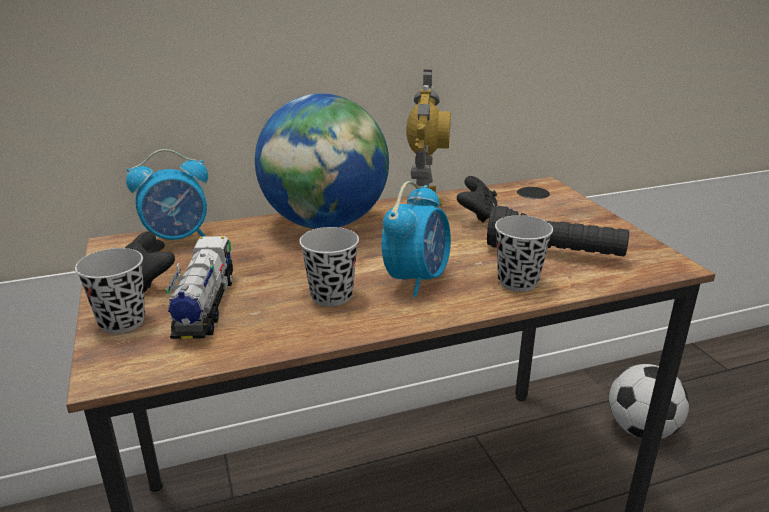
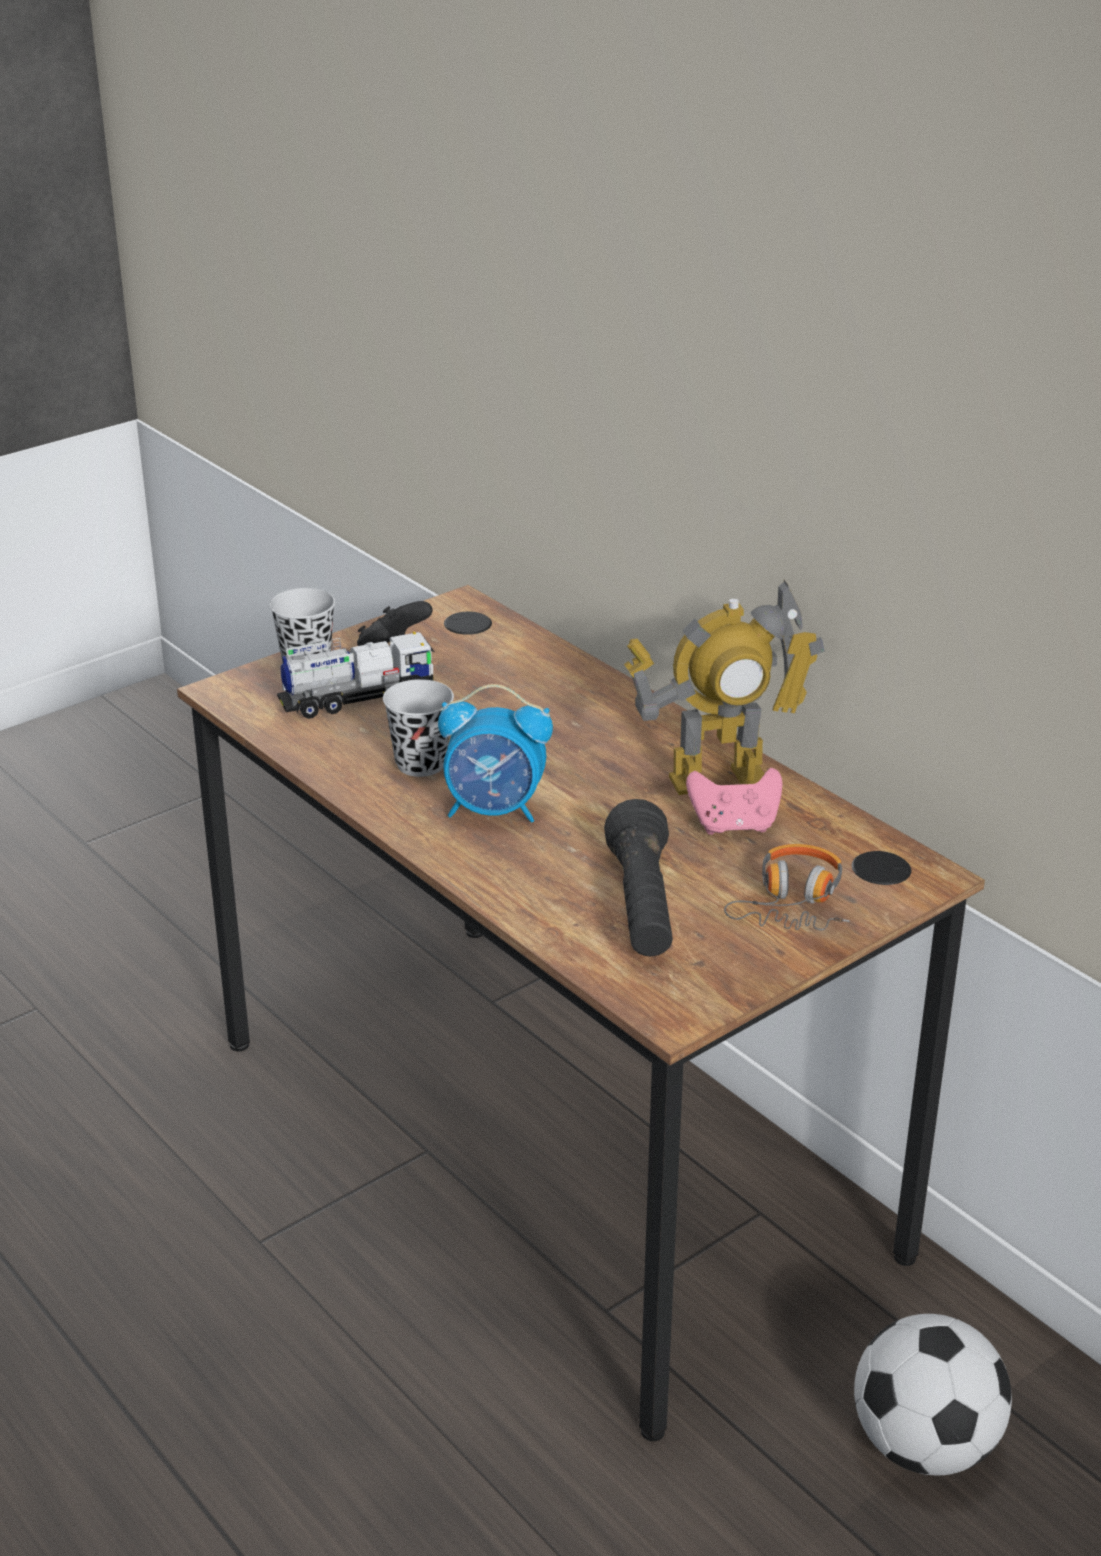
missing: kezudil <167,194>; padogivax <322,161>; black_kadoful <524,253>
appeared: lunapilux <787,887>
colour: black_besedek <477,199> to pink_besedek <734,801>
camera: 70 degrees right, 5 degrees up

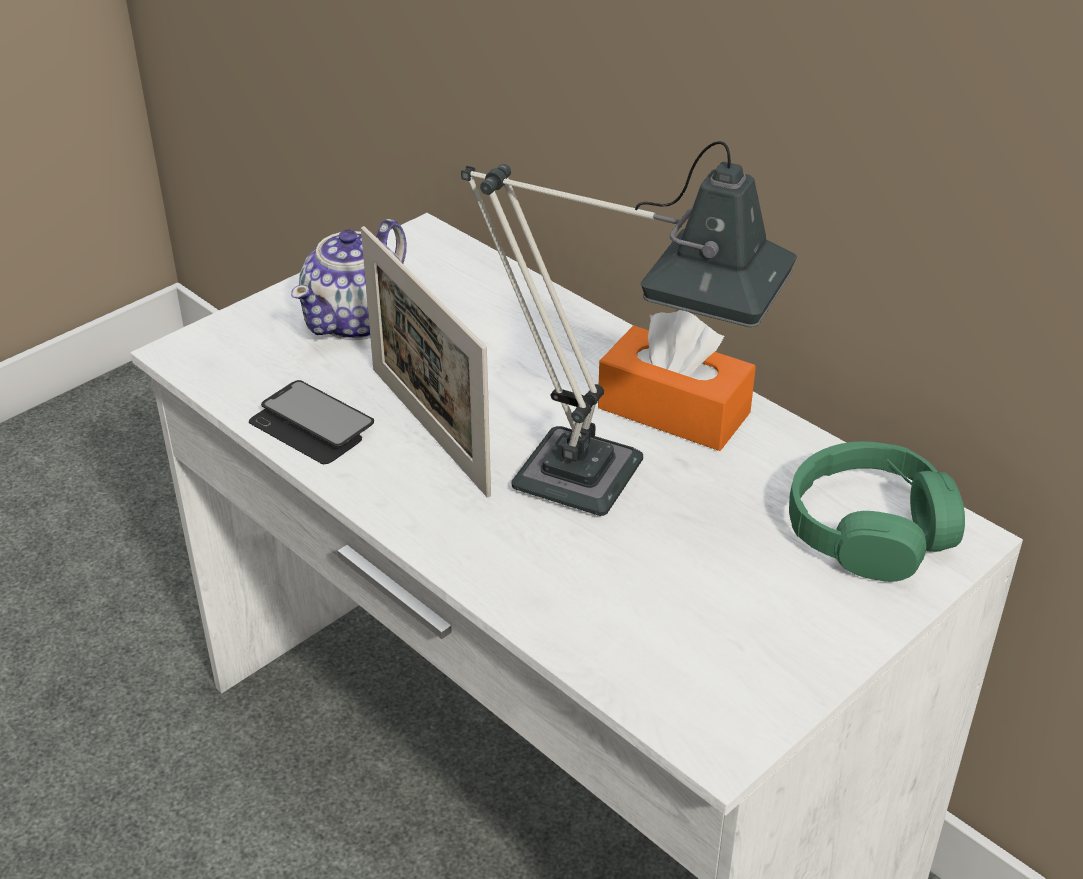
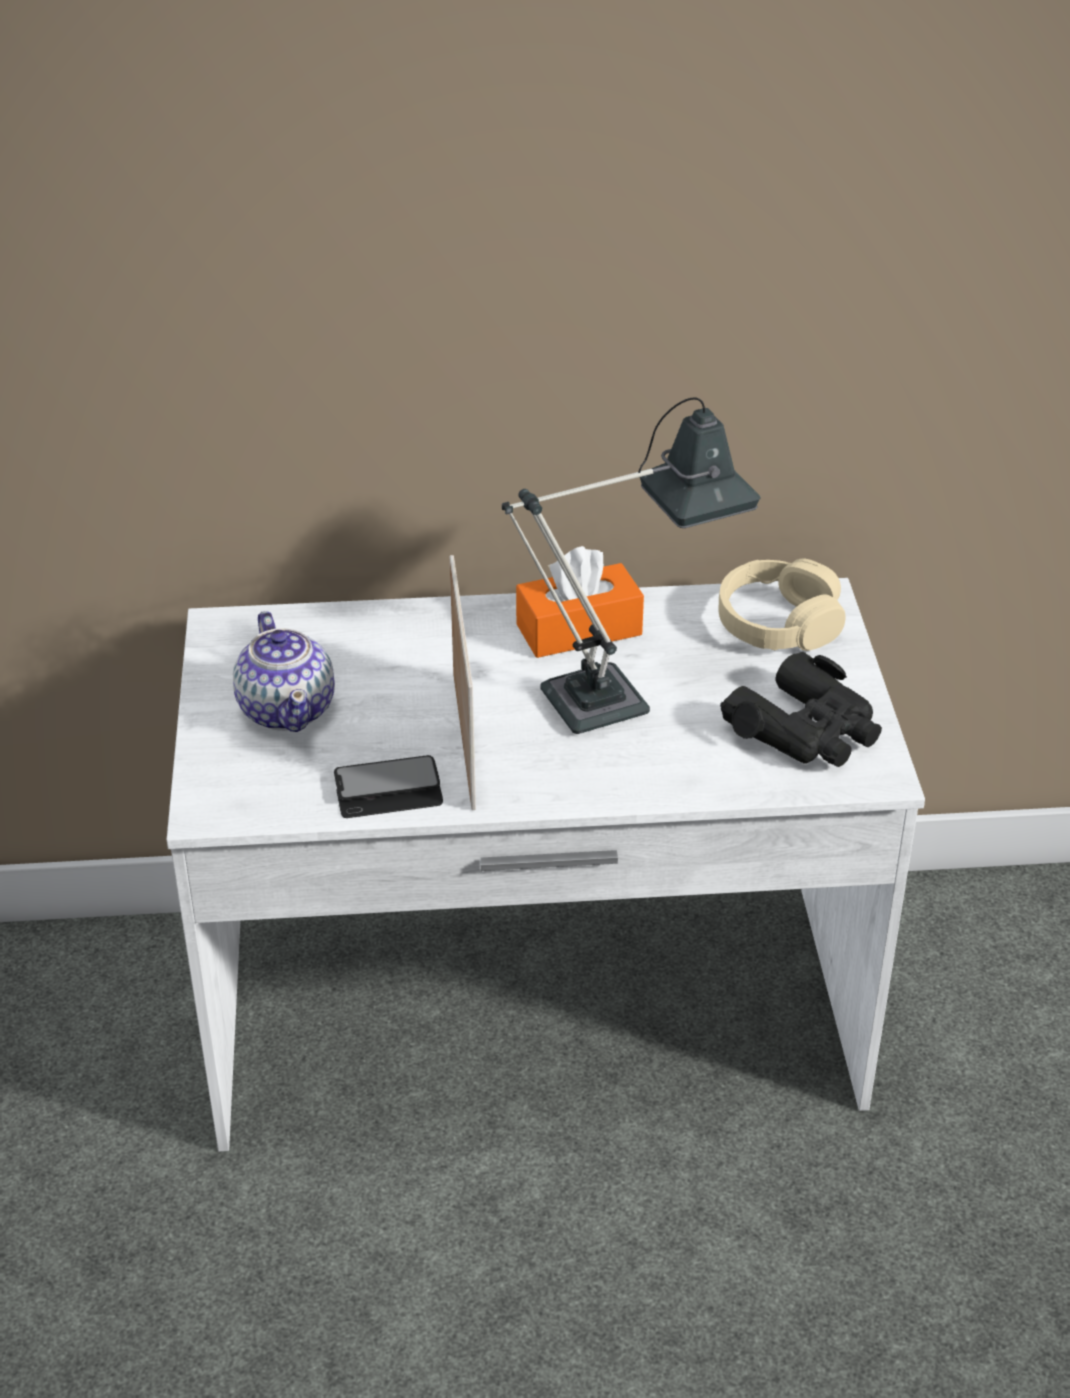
appeared: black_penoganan <801,709>
colour: green_lunapilux <877,511> to beige_lunapilux <782,605>
spun: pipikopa <426,362> = <462,682> 105 degrees counterclockwise
camera: 50 degrees left, 0 degrees up

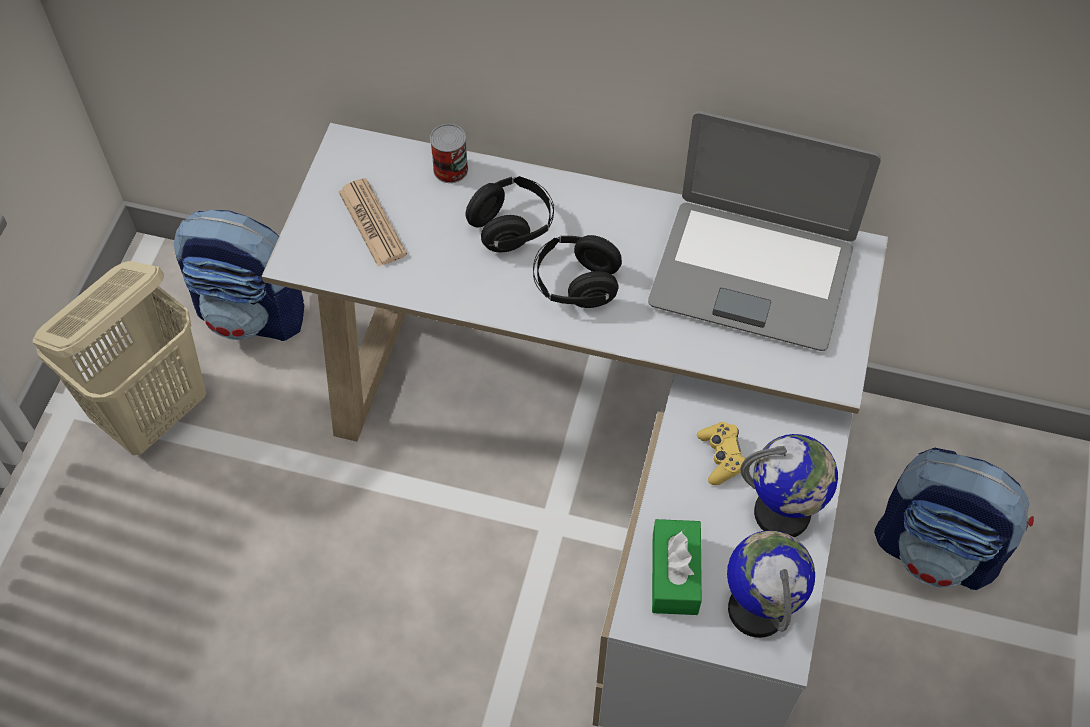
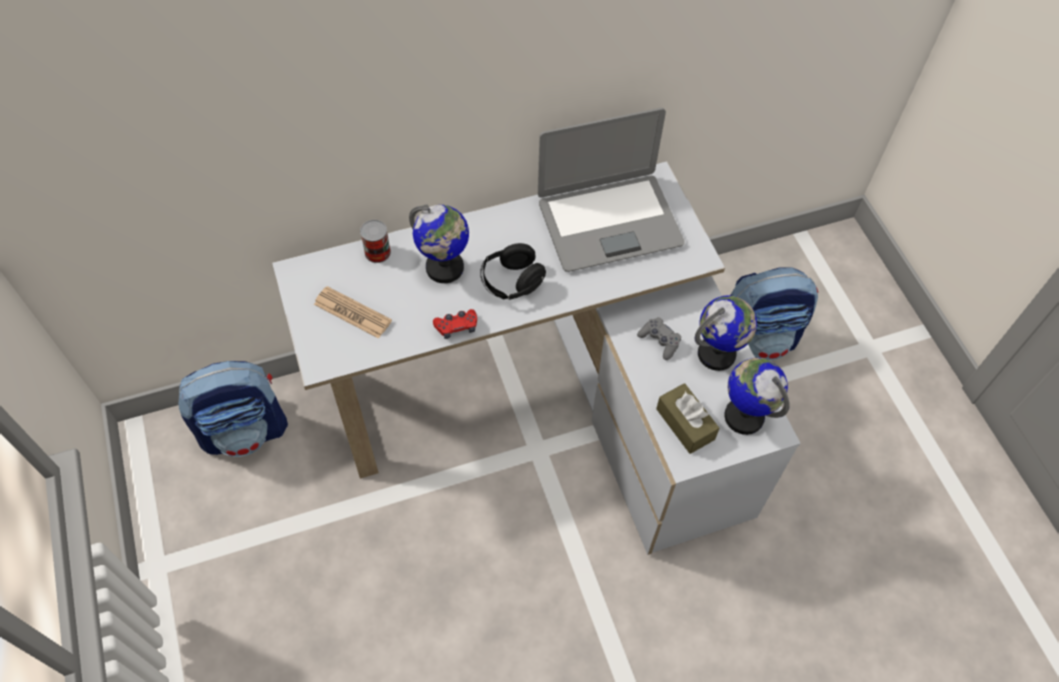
missing: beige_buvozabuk <119,358>
appeared: red_besedek <455,324>
exchanged: black_lunapilux <509,214> to padogivax <439,244>
colour: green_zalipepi <677,567> to brown_zalipepi <687,418>; yellow_besedek <721,453> to grey_besedek <659,338>
camera: 35 degrees left, 0 degrees up

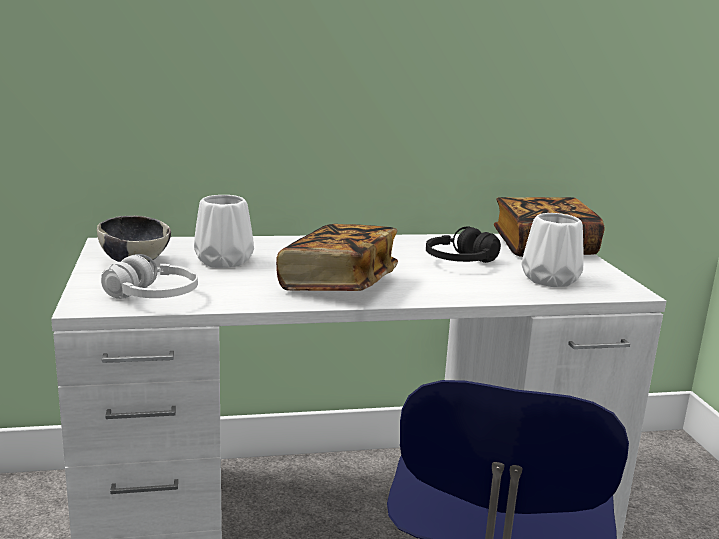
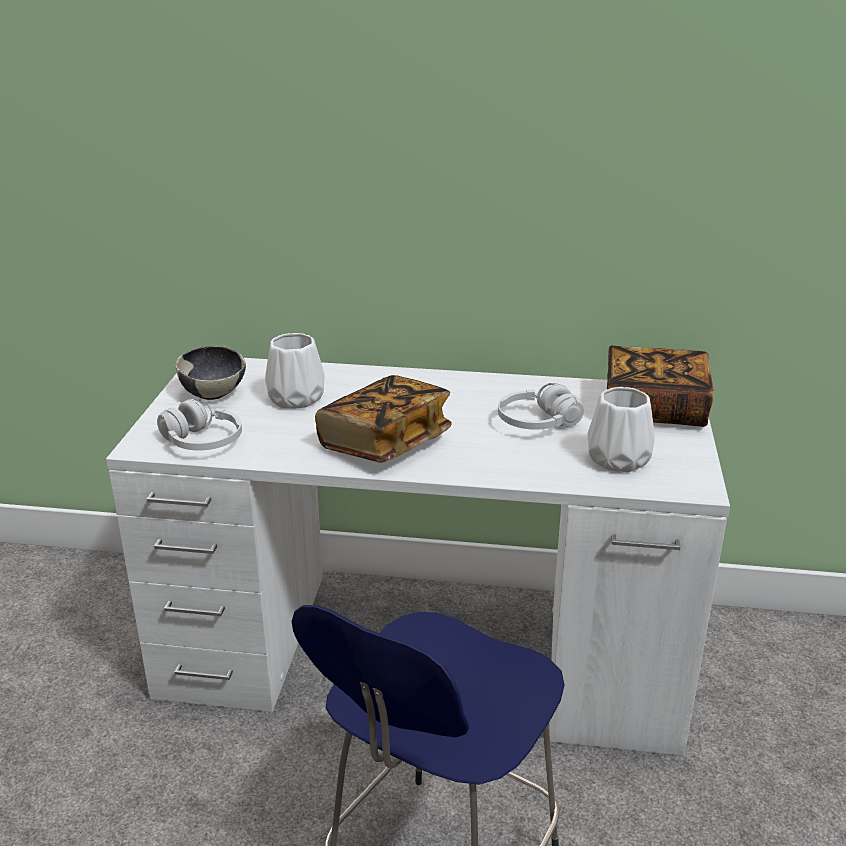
colour: black_lunapilux <463,244> to white_lunapilux <541,406>
camera: 20 degrees right, 10 degrees up

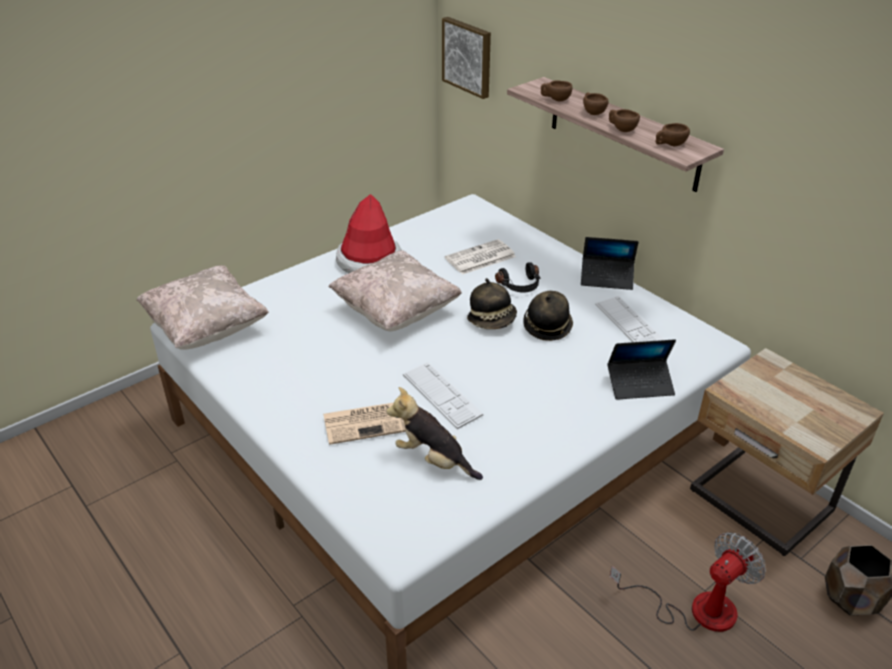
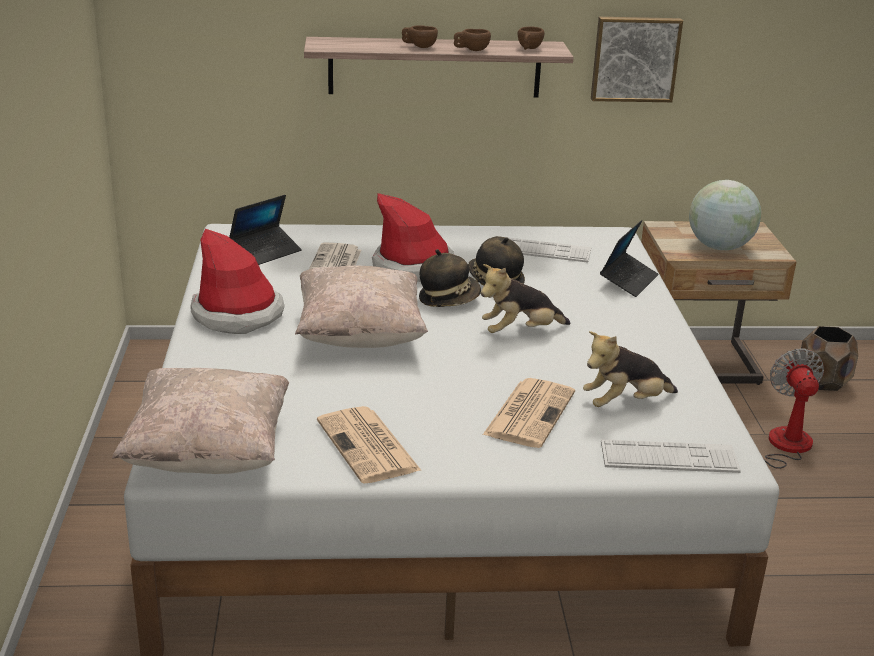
missing: brown_kadoful <556,90>
appeared: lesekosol <369,445>; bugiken <526,298>; padogivax <725,215>
relocated: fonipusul <443,395> to <671,456>; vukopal <466,58> to <637,59>; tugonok <610,263> to <265,230>
exchanged: black_lunapilux <518,277> to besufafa <413,237>
camera: 55 degrees left, 10 degrees down

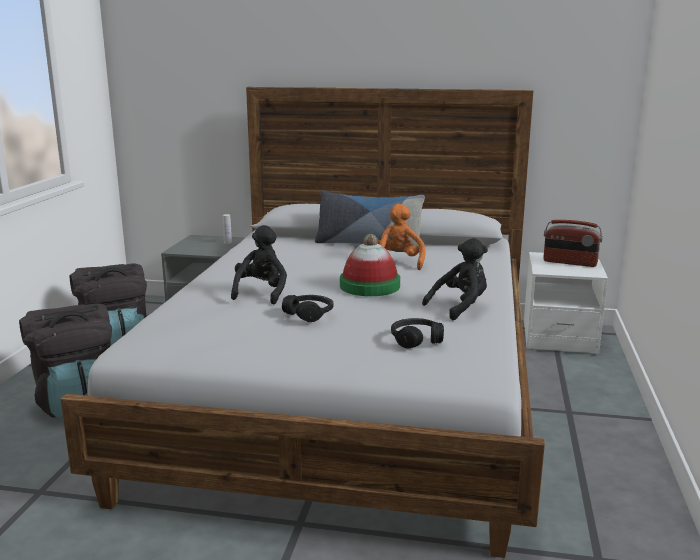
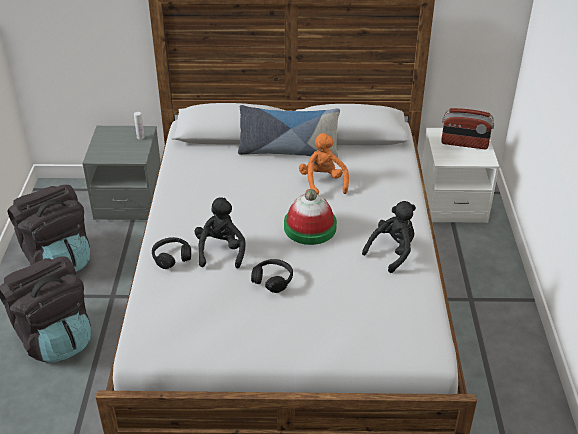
relocated: black_lunapilux <417,333> to <171,253>
camera: 10 degrees left, 20 degrees up

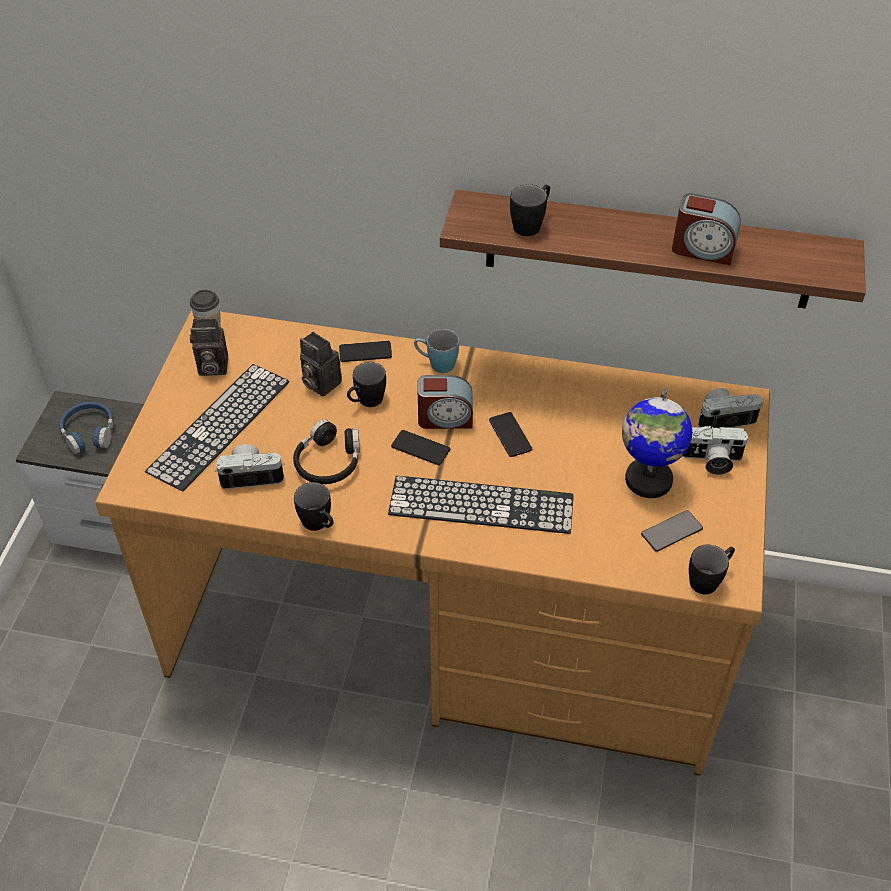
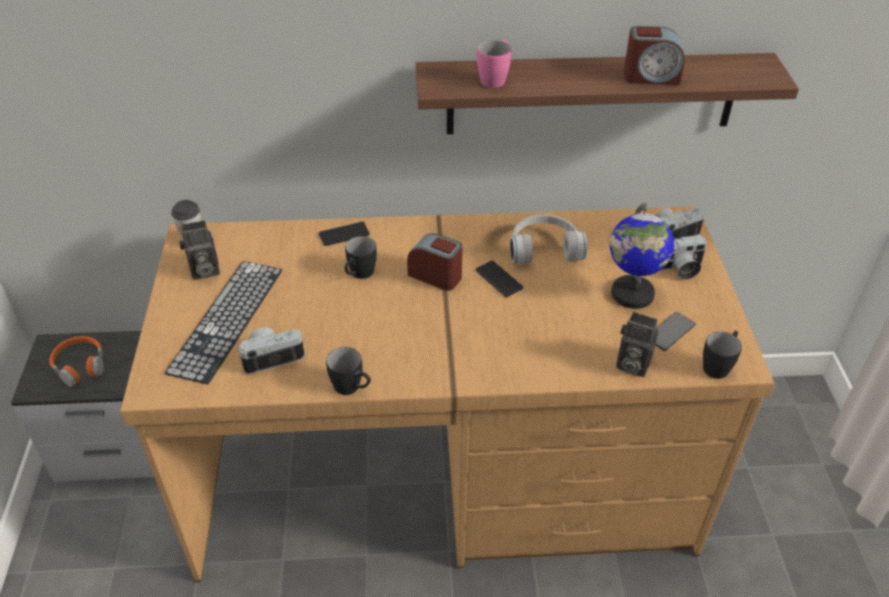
missing: black_lunapilux <326,451>; fonipusul <481,505>; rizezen <420,447>; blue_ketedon <436,351>
appeared: white_lunapilux <548,239>
relocated: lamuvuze <321,364> to <637,344>
colour: blue_lunapilux <86,428> to orange_lunapilux <76,361>; black_ketedon <530,210> to pink_ketedon <494,64>
spun: kezudil <445,402> = <435,262> 135 degrees counterclockwise
camera: 15 degrees left, 5 degrees down

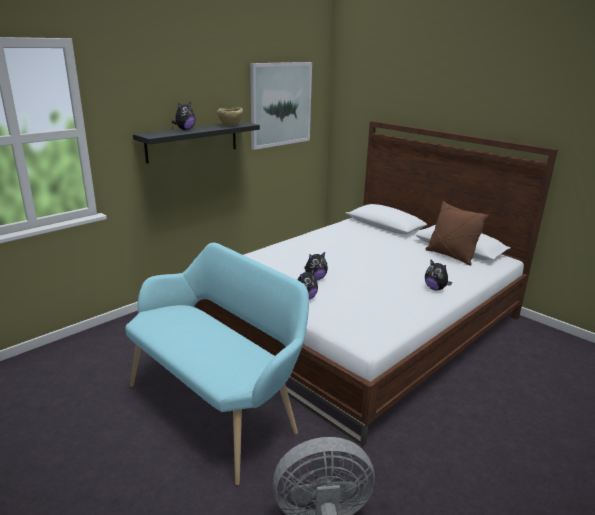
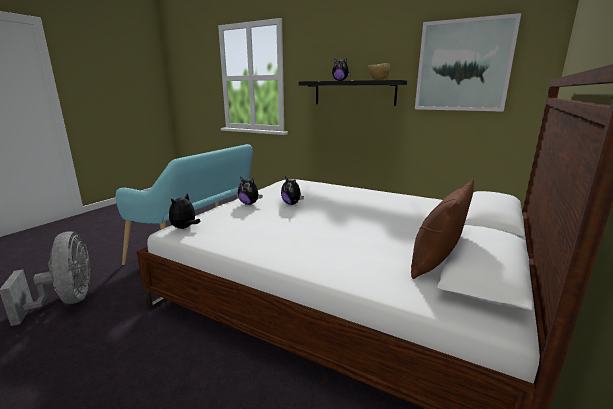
relocated: bugiken <438,275> to <185,211>
camera: 75 degrees right, 5 degrees down

